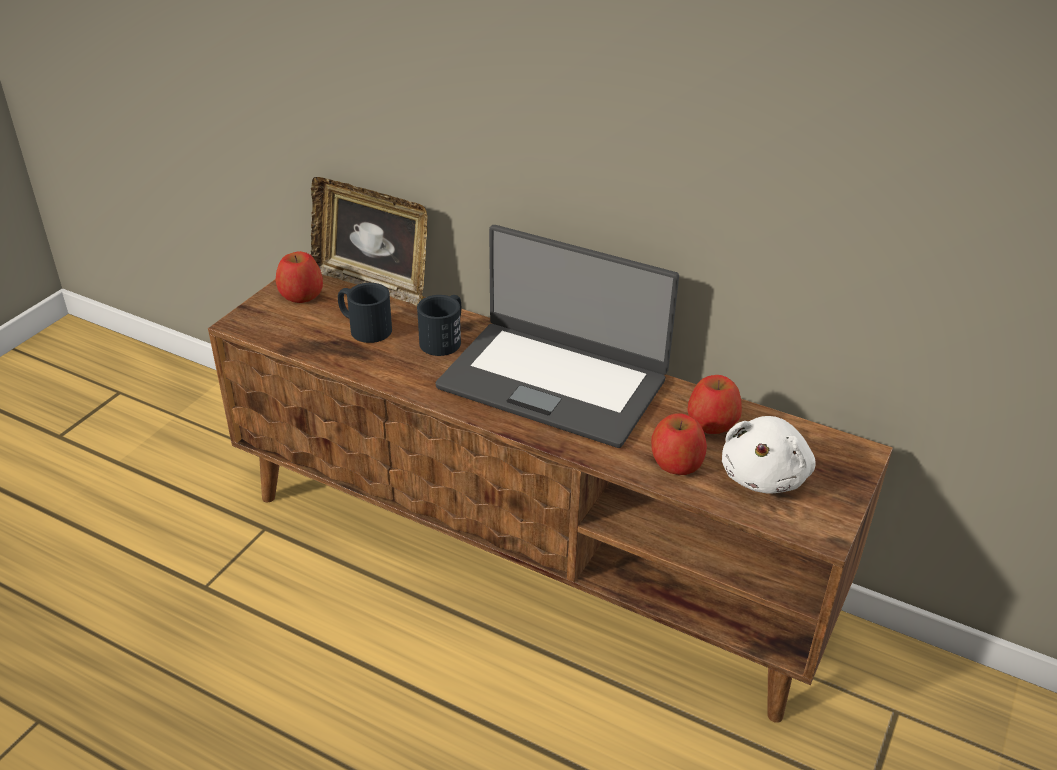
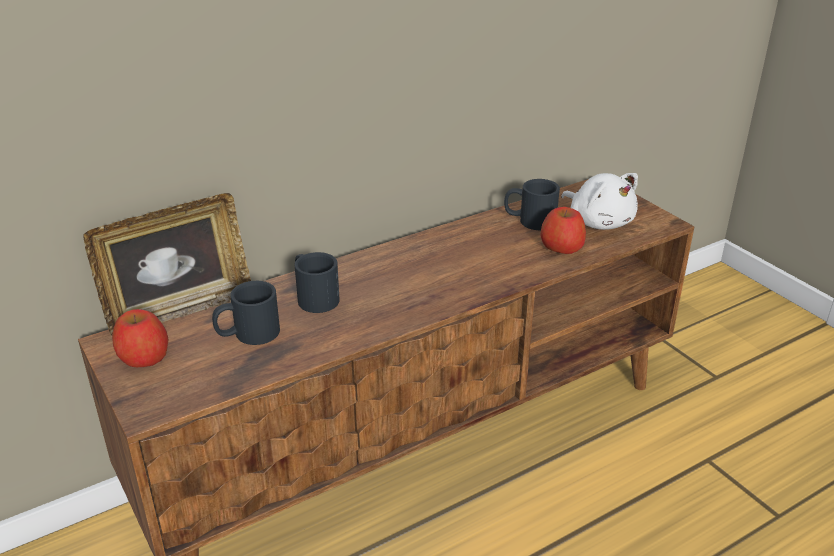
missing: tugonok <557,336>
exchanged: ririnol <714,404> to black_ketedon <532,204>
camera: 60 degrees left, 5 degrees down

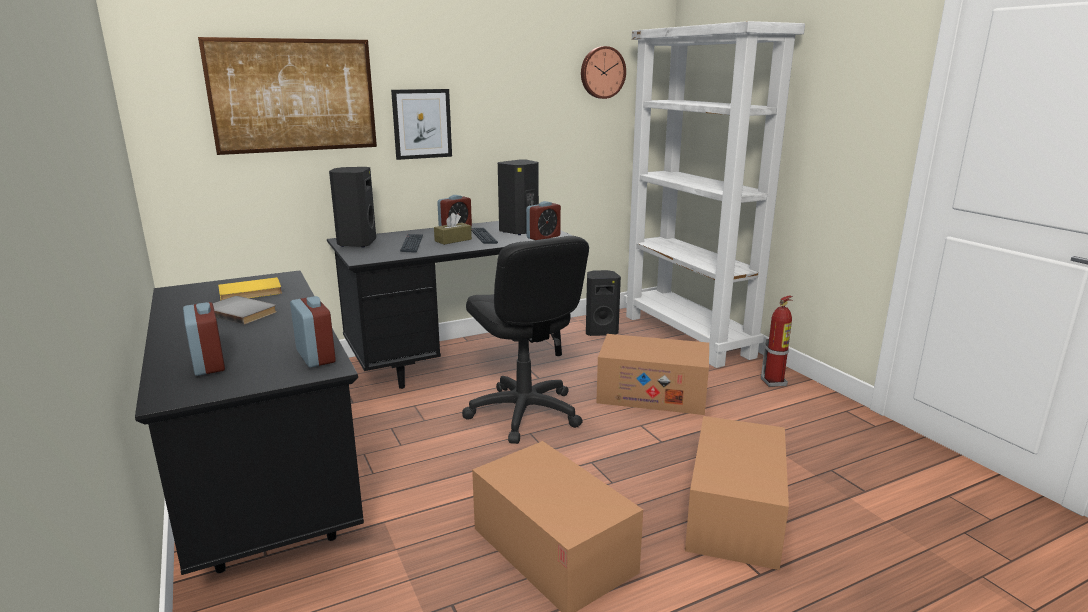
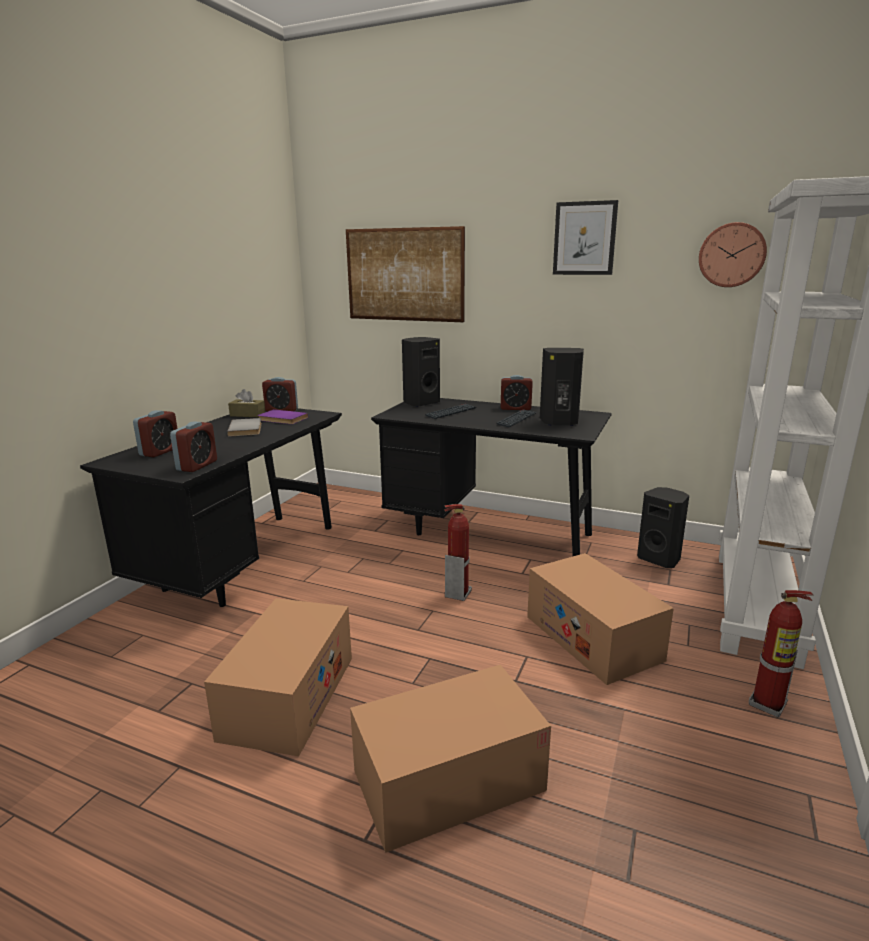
relocated: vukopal <421,124> to <585,237>; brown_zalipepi <453,229> to <246,403>; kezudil <543,220> to <280,394>
exchanged: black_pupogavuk <525,340> to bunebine <458,552>
colour: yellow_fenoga <250,288> to purple_fenoga <283,416>
camera: 50 degrees right, 0 degrees up

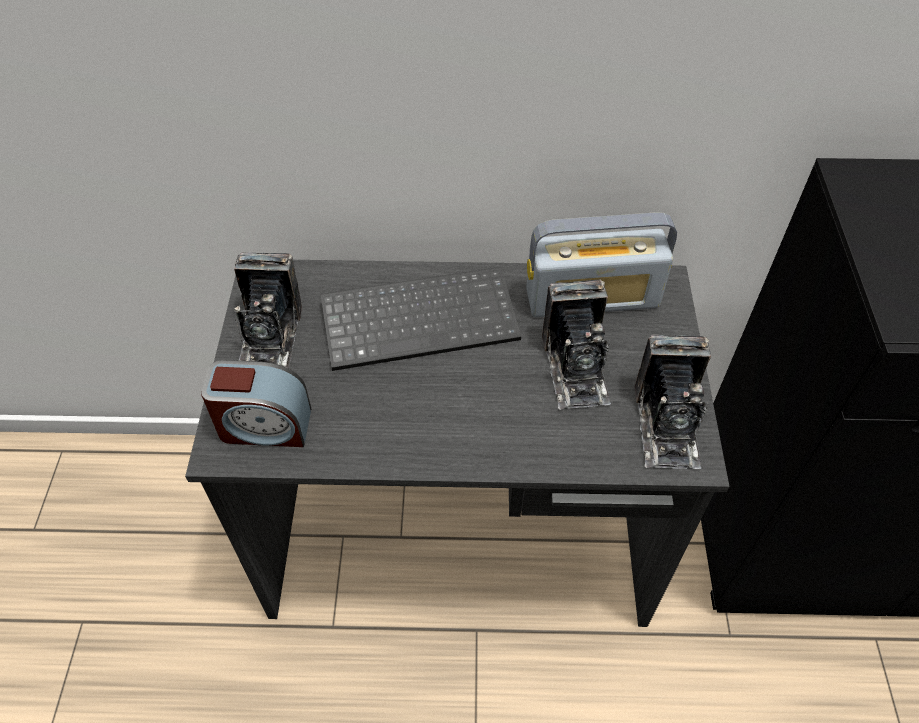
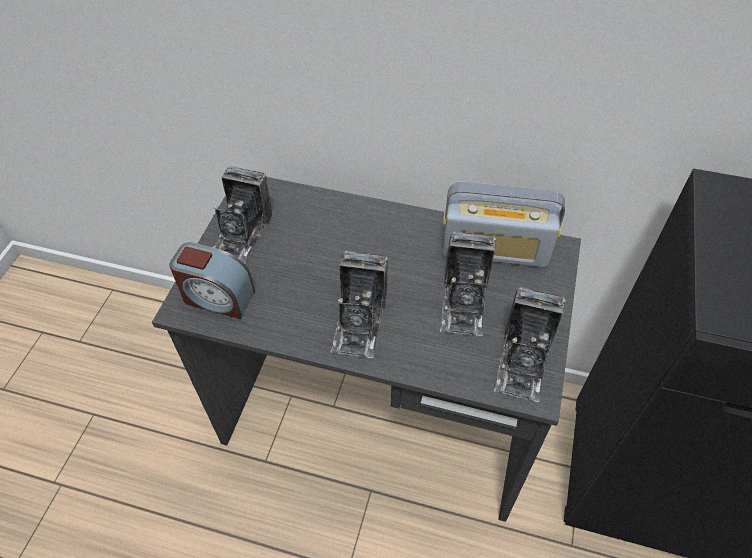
missing: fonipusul <421,319>
appeared: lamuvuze <359,304>
camera: 15 degrees right, 0 degrees up

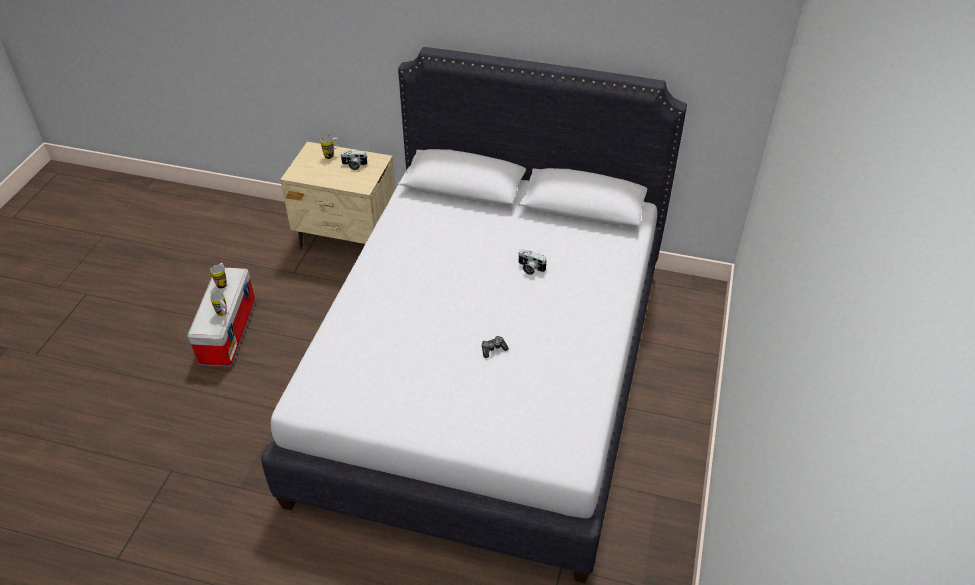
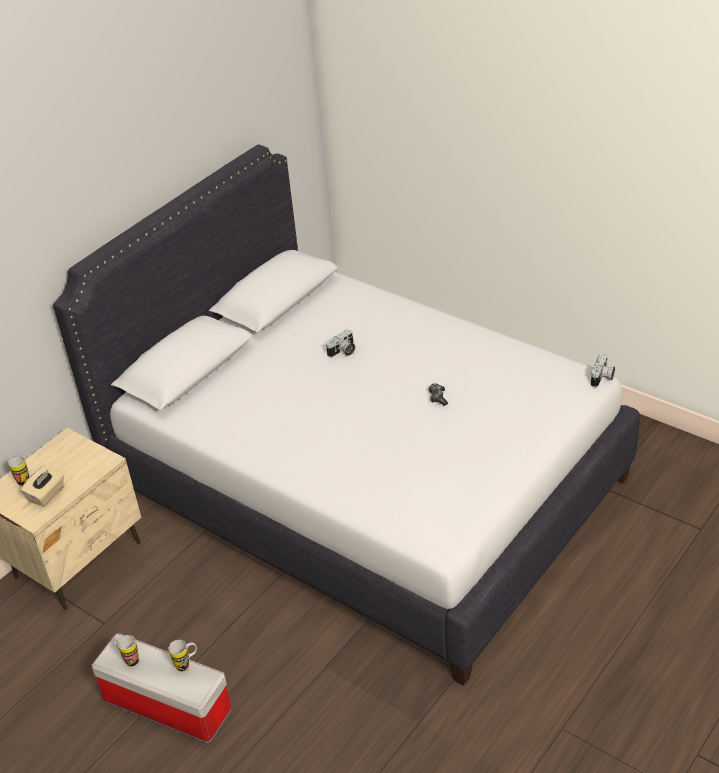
appeared: beige_zalipepi <42,486>
relocated: lamuvuze <353,160> to <603,370>
camera: 65 degrees left, 5 degrees down

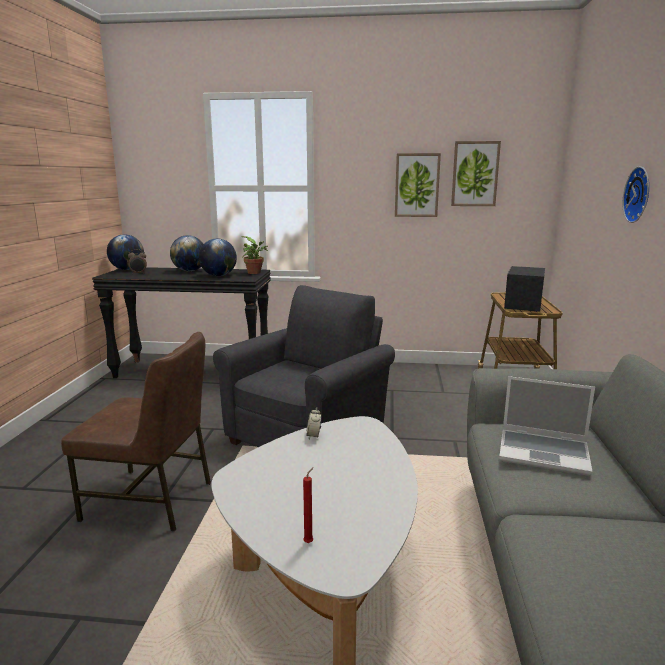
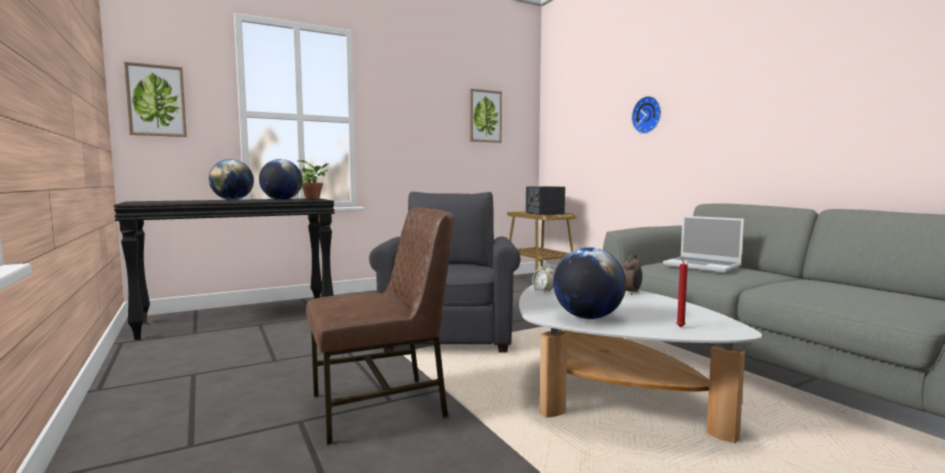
relocated: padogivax <125,252> to <589,283>; kezudil <137,261> to <632,274>; vukopal <418,185> to <155,99>
spun: tugonok <547,426> = <703,244> 60 degrees clockwise
camera: 35 degrees left, 10 degrees down

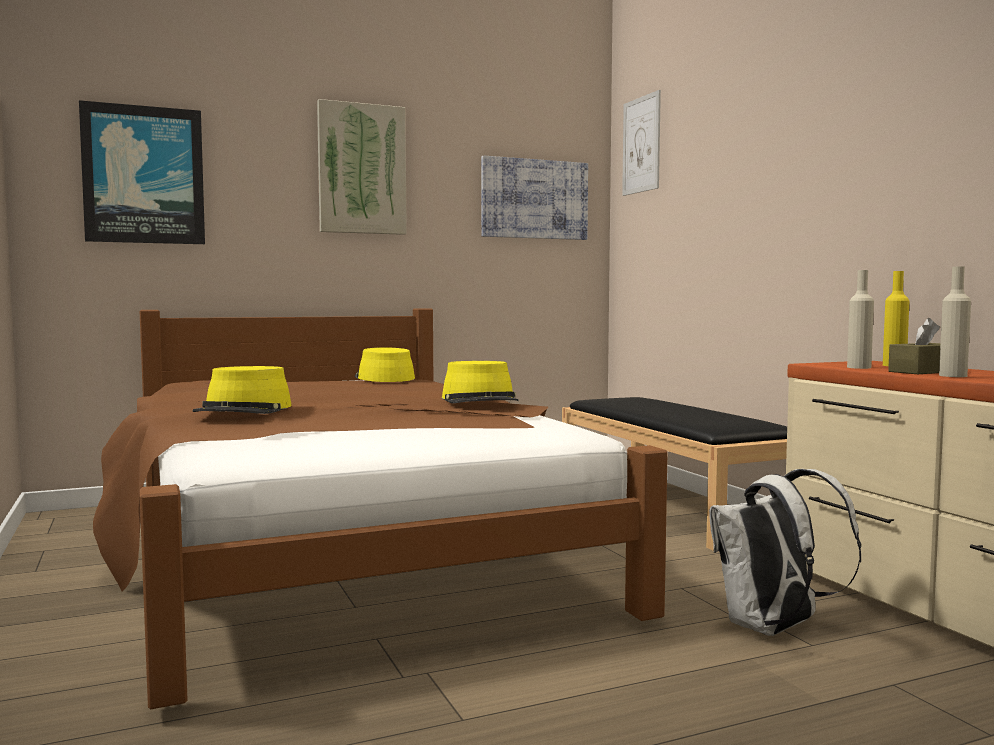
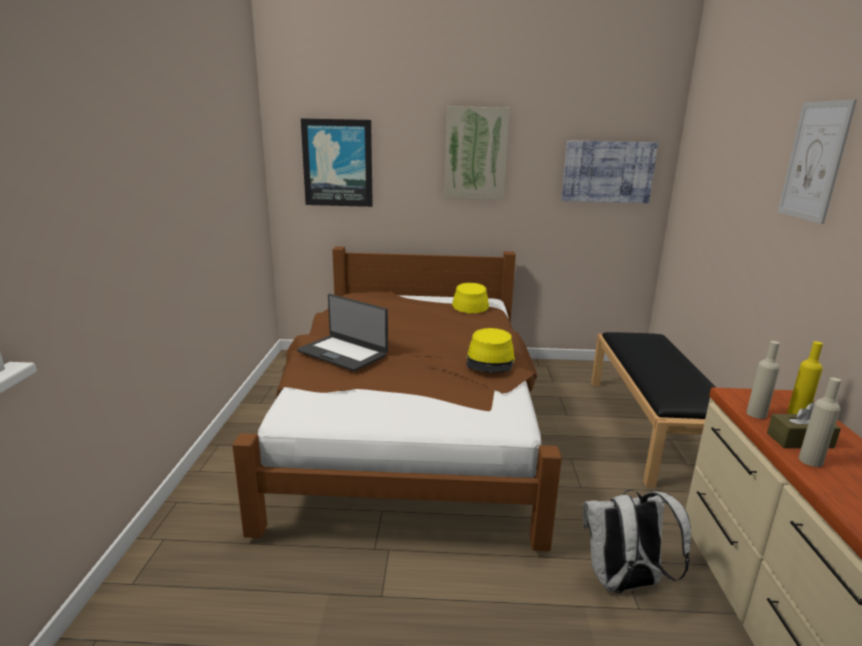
relocated: vukopal <641,143> to <817,161>
exchanged: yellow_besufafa <242,390> to tugonok <342,332>
camera: 25 degrees right, 15 degrees up

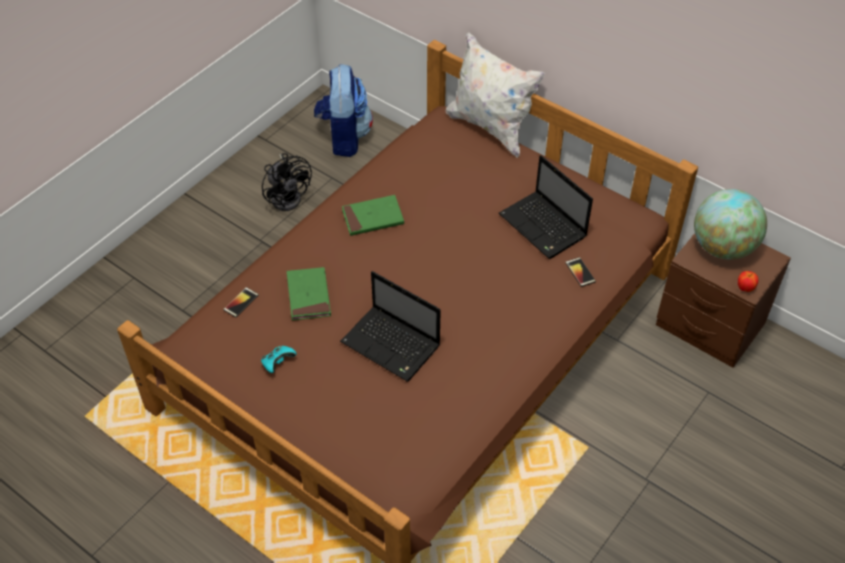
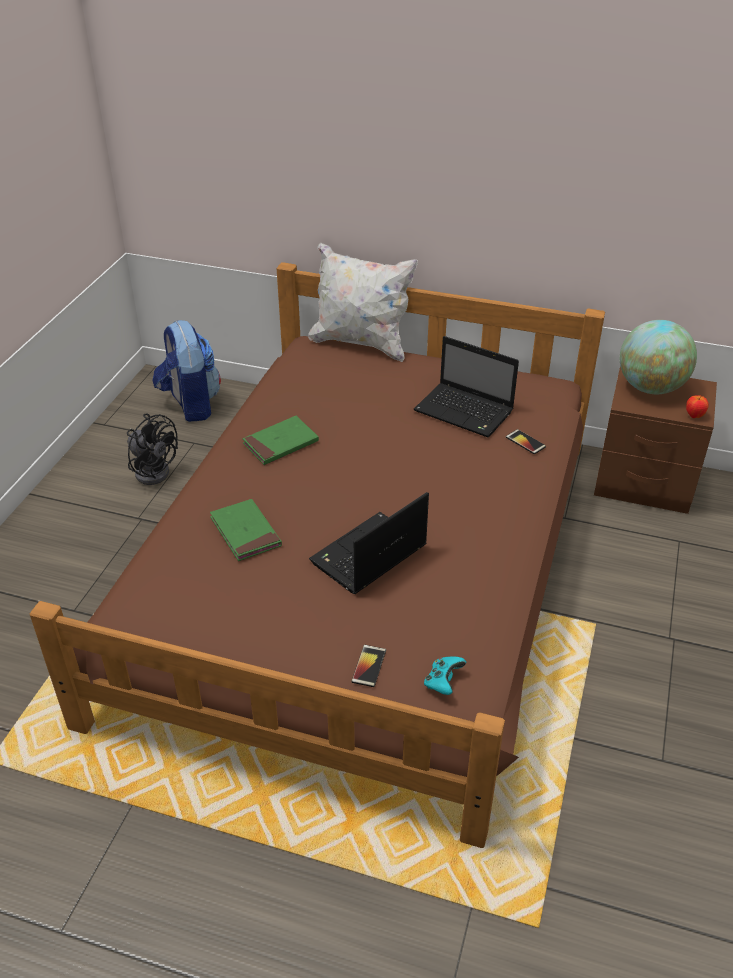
relocated: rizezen <241,302> to <369,666>; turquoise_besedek <279,359> to <445,676>
spun: tugonok <390,326> = <369,543> 120 degrees clockwise
camera: 20 degrees left, 10 degrees down

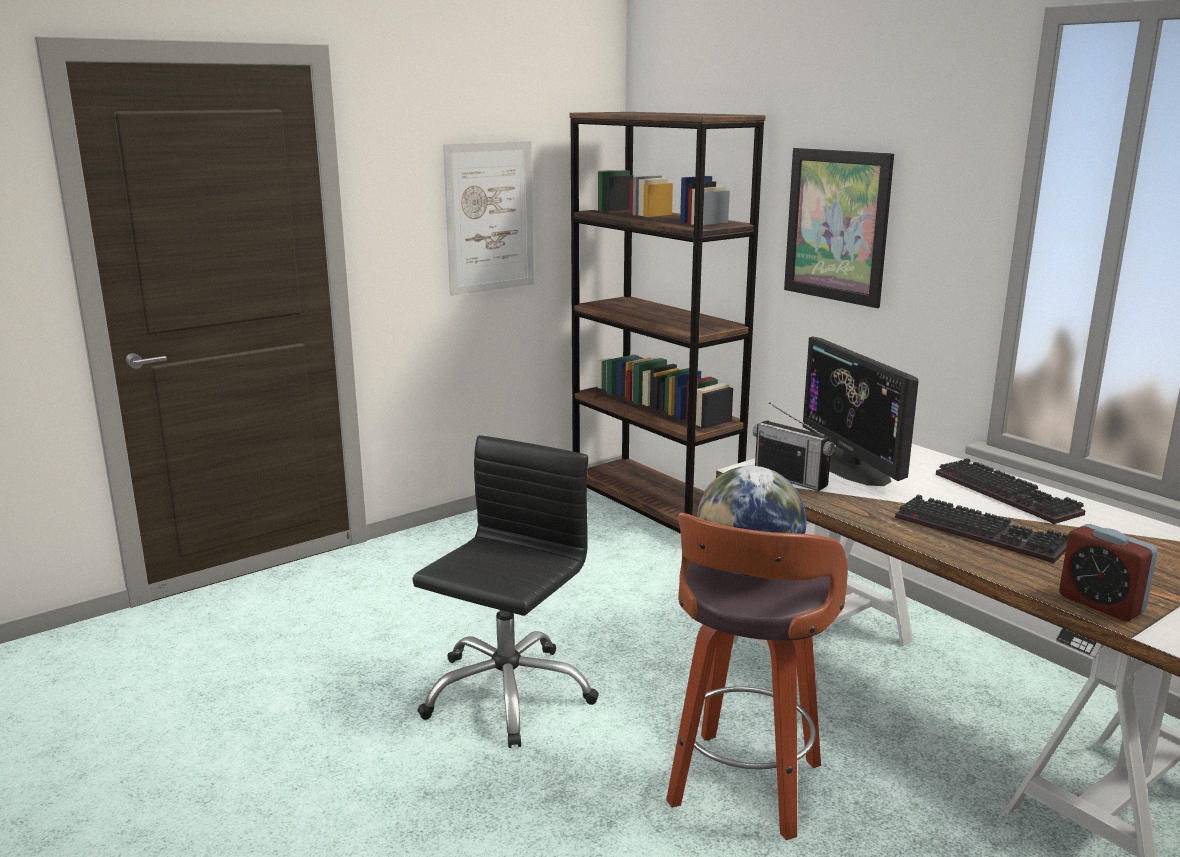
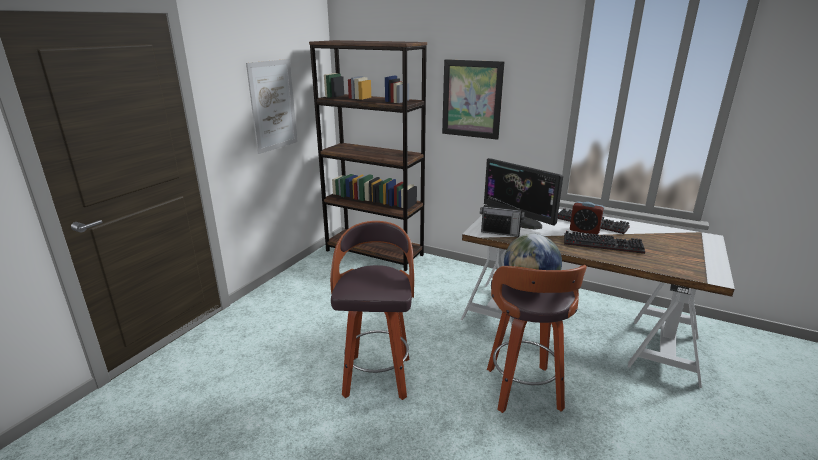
relocated: kezudil <1108,572> to <587,218>
exchanged: black_pupogavuk <505,591> to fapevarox <372,310>
camera: 25 degrees left, 5 degrees up

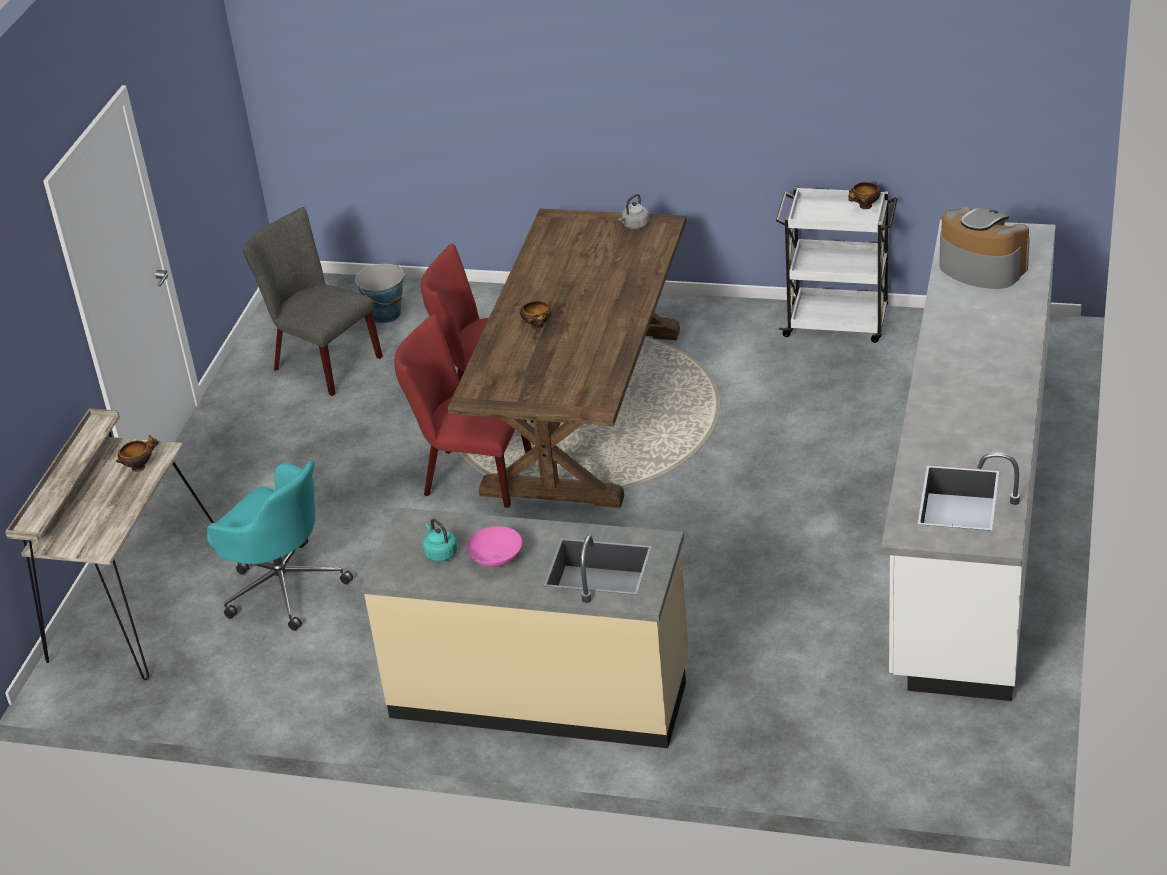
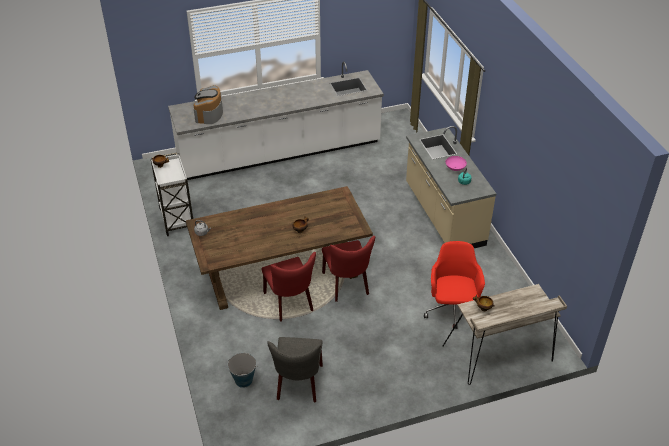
colour: turquoise_pupogavuk <280,545> to red_pupogavuk <454,285>
camera: 125 degrees left, 5 degrees up

